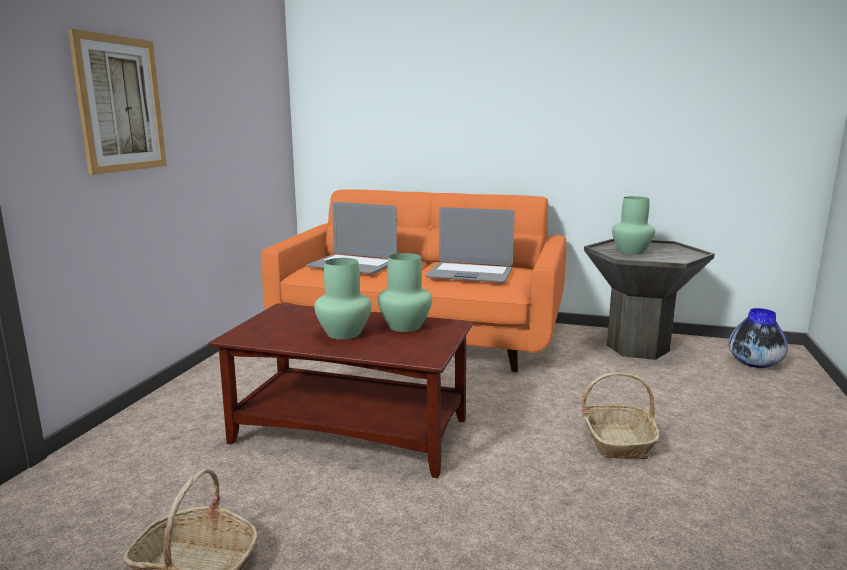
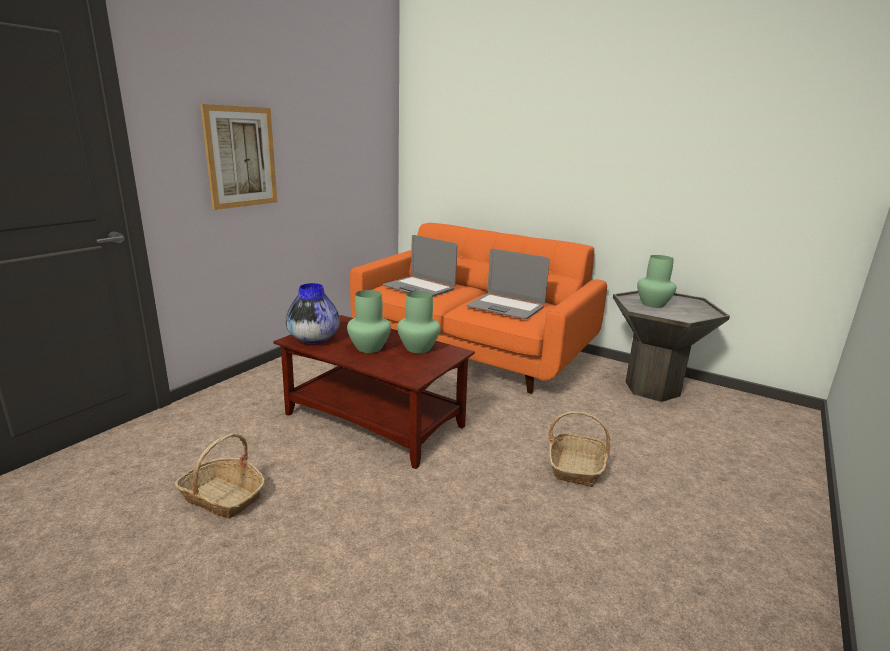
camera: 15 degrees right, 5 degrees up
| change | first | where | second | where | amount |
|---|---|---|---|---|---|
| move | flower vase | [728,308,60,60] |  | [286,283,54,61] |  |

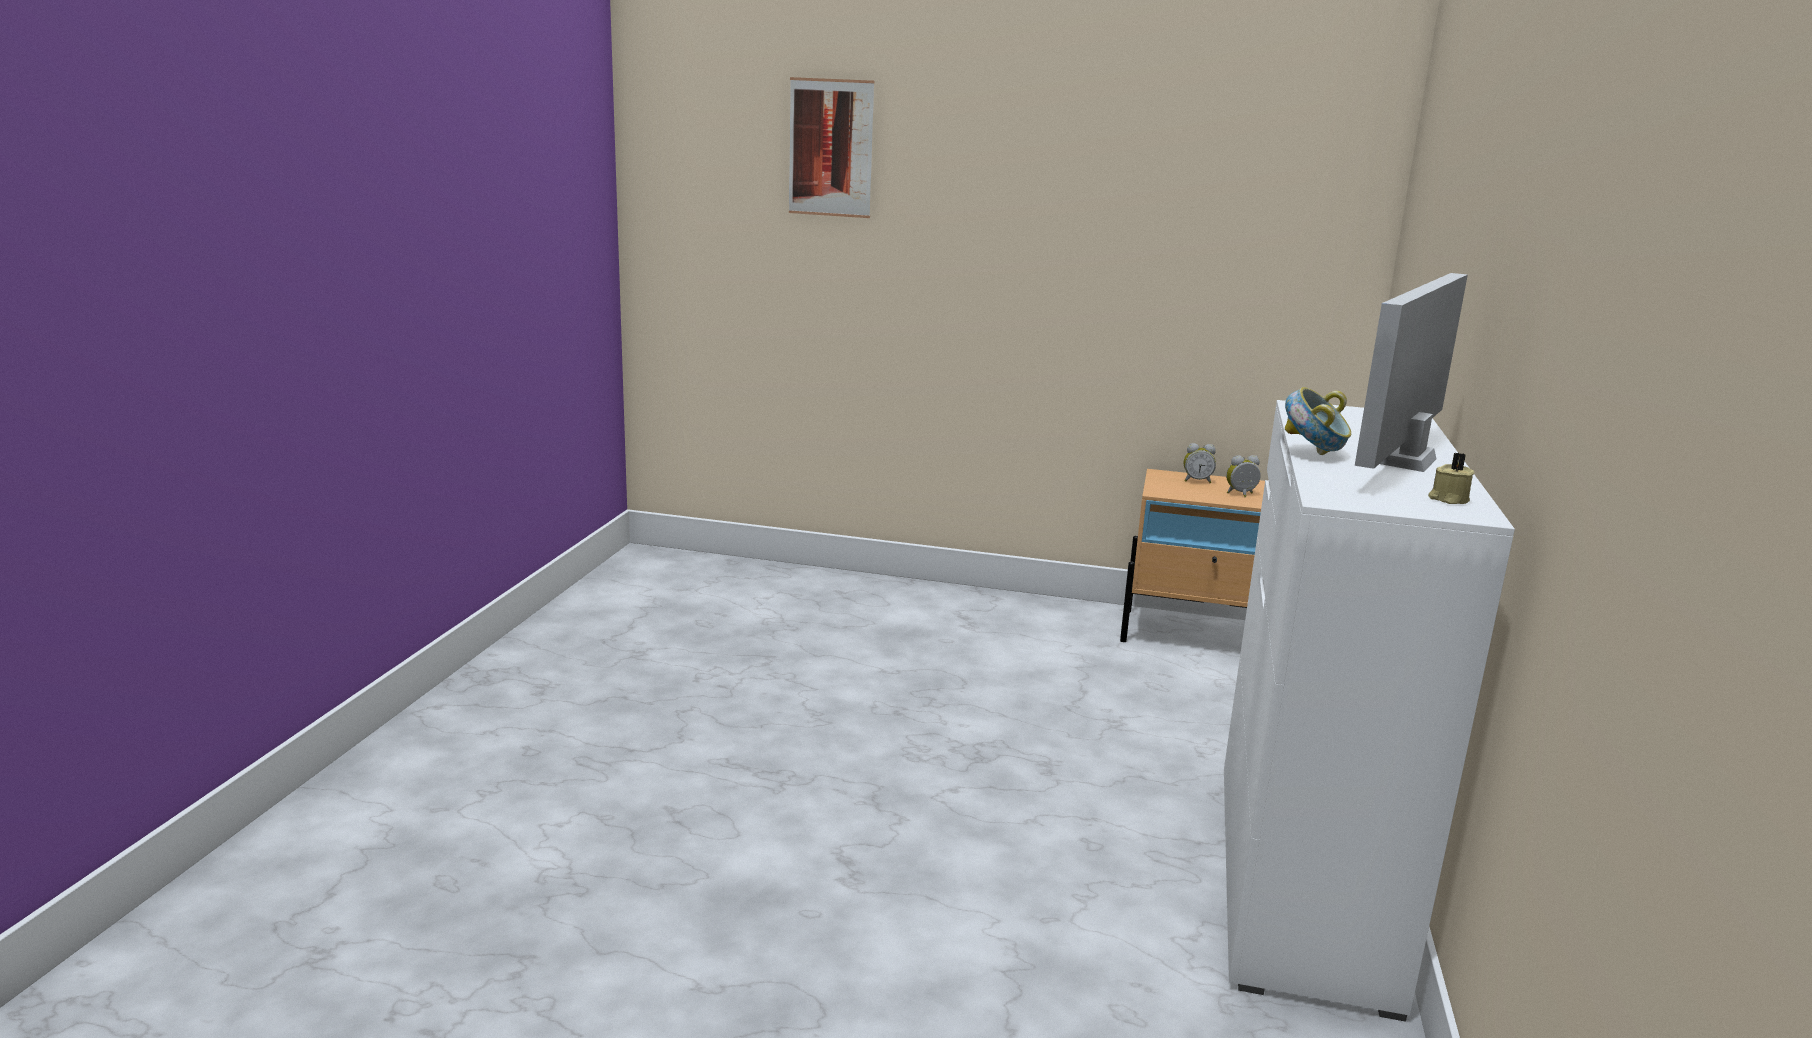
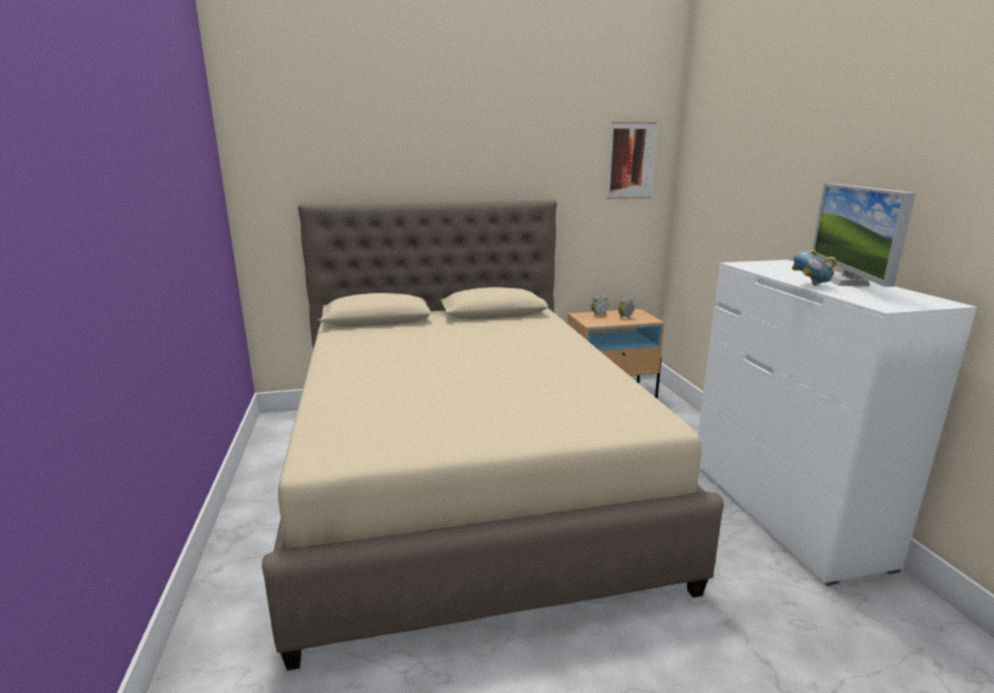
camera: 25 degrees left, 0 degrees up
| change | first | where | second | where | amount |
|---|---|---|---|---|---|
| move | picture | [789,77,85,141] |  | [607,122,50,77] |  |
| delete | wax candle in beige | [1428,453,47,51] |  |  |  |
| insert |  |  | bed in beige | [262,199,462,472] |  |

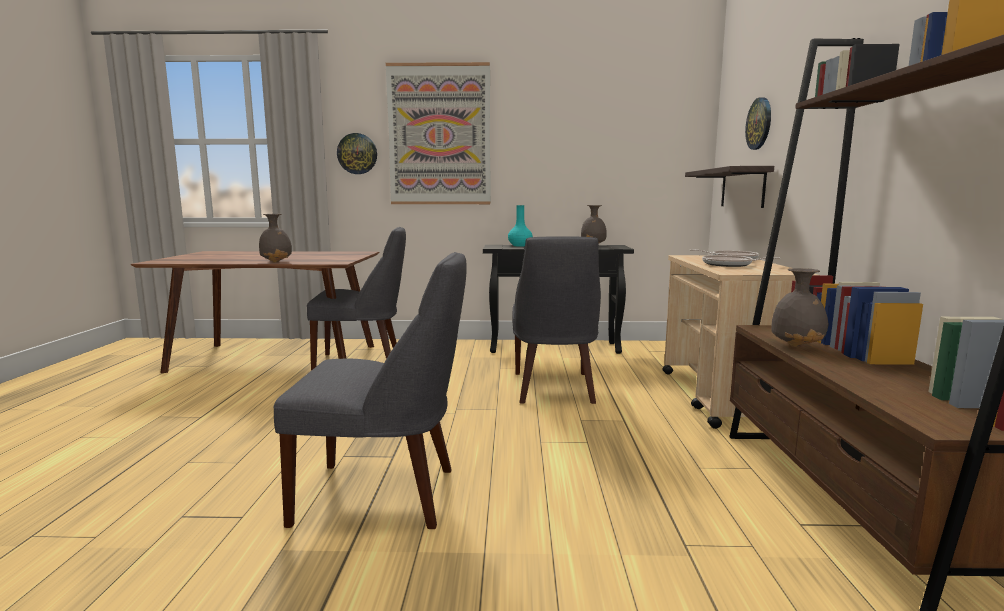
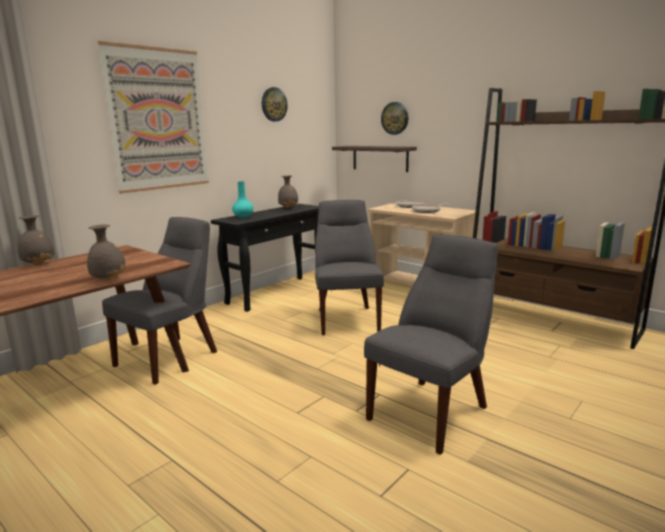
camera: 50 degrees left, 5 degrees up
| change | first | where | second | where | amount |
|---|---|---|---|---|---|
| move | hanging clock | [337,133,40,41] |  | [262,87,26,35] |  |
| rotate | upright chair in grey | [512,236,89,168] |  | [315,200,69,135] | 135 degrees counterclockwise |
| move | flower vase in grey | [771,268,58,79] |  | [18,215,36,50] |  |

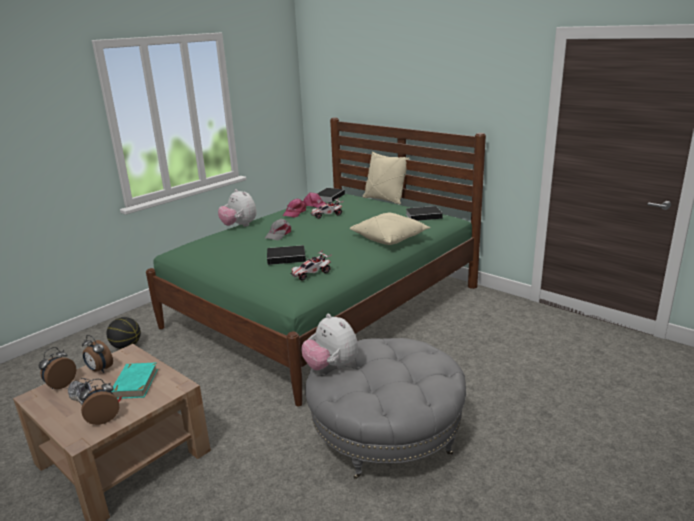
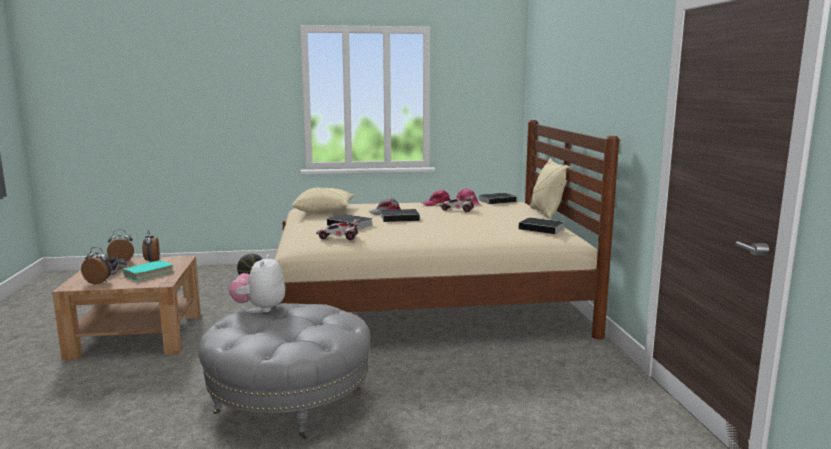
camera: 40 degrees right, 10 degrees down
| change | first | where | second | where | amount |
|---|---|---|---|---|---|
| recolor | bed in green-coloured | [146,117,340,289] | bed in beige | [274,120,345,219] |  |
| delete | cuddly toy | [218,189,39,38] |  |  |  |
| move | pillow in beige | [350,213,80,32] |  | [292,188,63,24] |  |
| insert |  |  | volume | [381,209,41,13] |  |

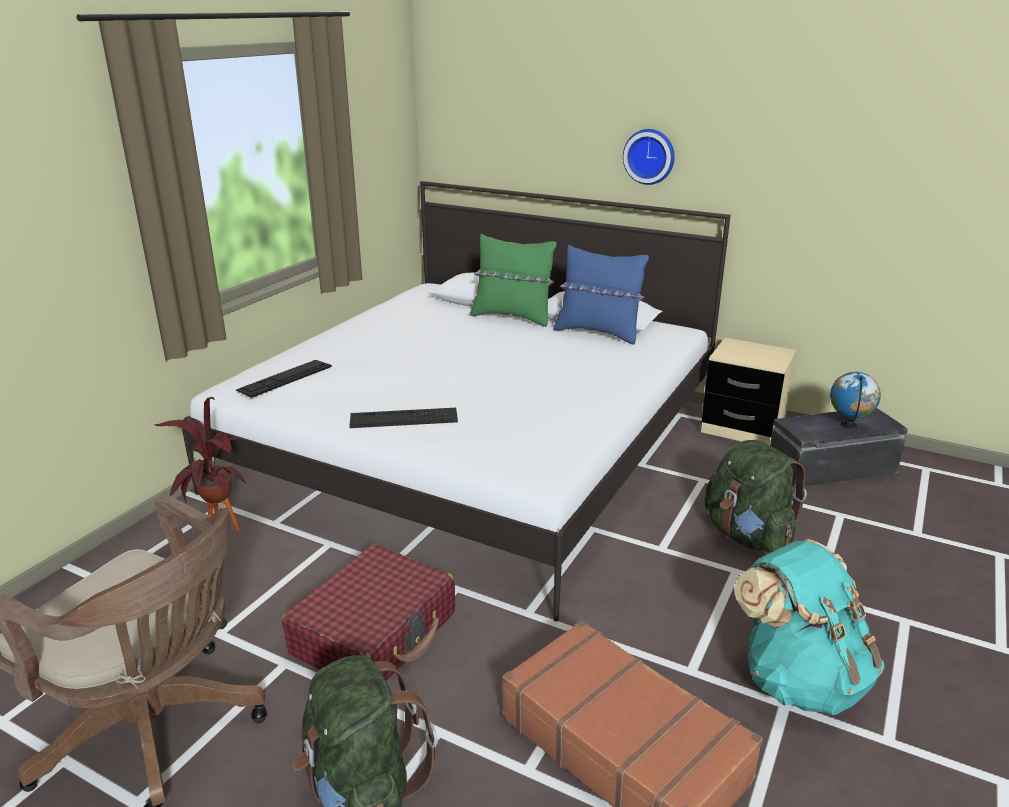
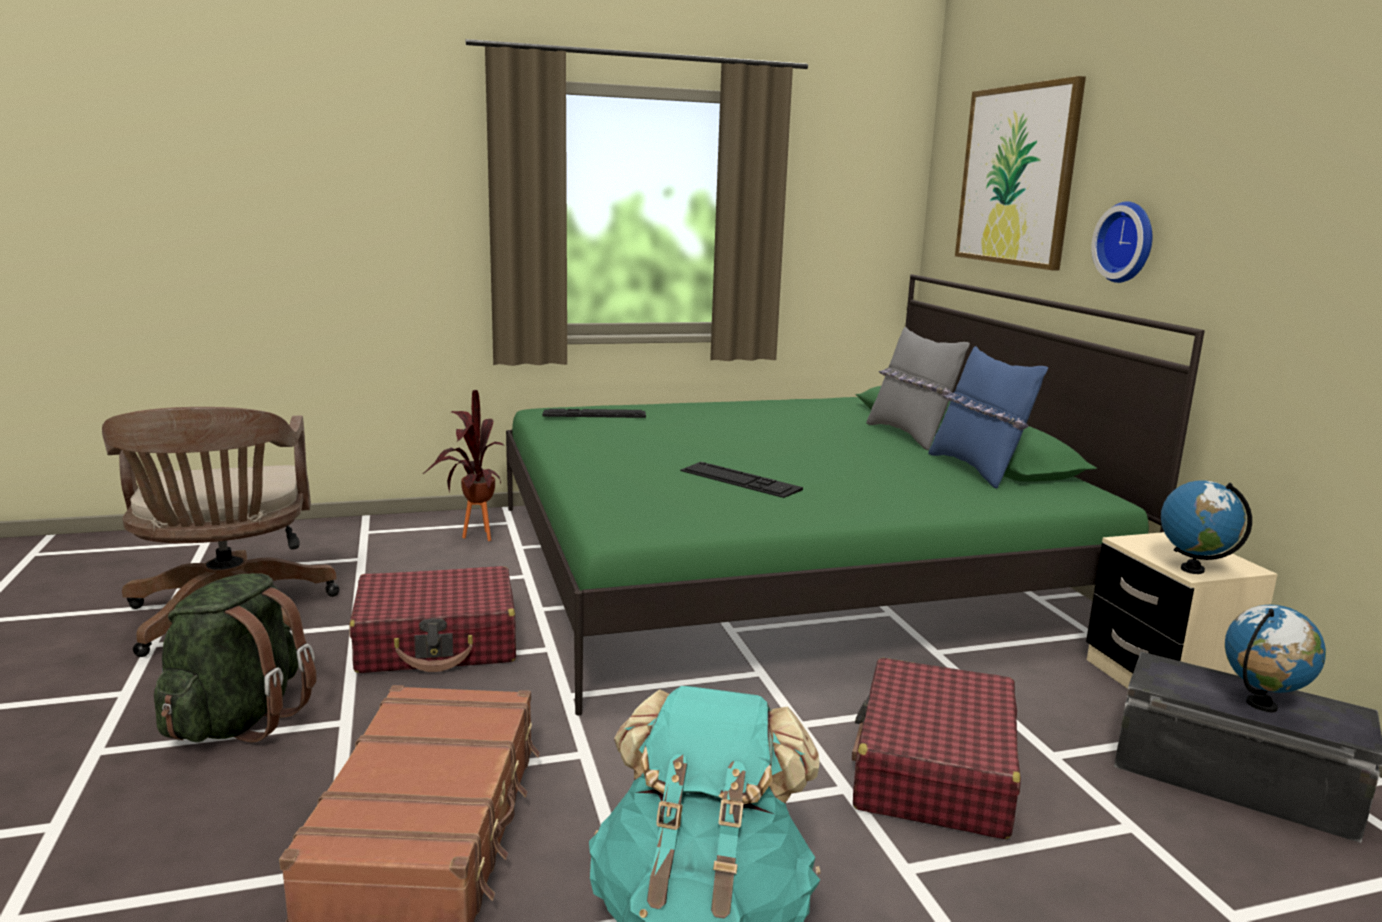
camera: 45 degrees right, 10 degrees down
| change | first | where | second | where | amount |
|---|---|---|---|---|---|
| recolor | bed in white | [182,181,549,441] | bed in green-coloured | [506,274,699,442] |  |
| recolor | pillow in green-coloured | [470,234,87,93] | pillow in grey | [866,327,104,123] |  |
| move | PC keyboard | [349,408,109,20] |  | [680,462,123,36] |  |
| replace | knapsack in green-coloured | [704,440,103,113] | travel case in reddish | [852,658,169,181] |  |
| insert |  |  | picture | [955,76,131,194] |  |
| insert |  |  | globe | [1161,480,91,94] |  |

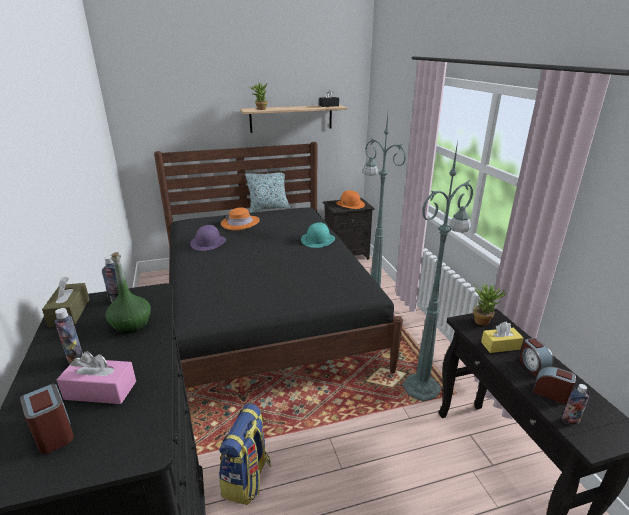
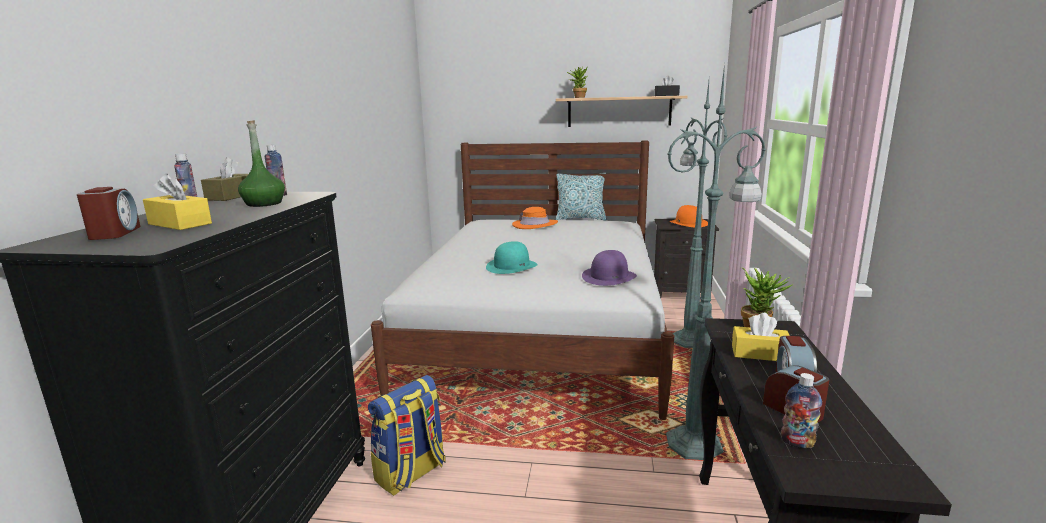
camera: 25 degrees right, 10 degrees down
| change | first | where | second | where | amount |
|---|---|---|---|---|---|
| recolor | bed in black-coloured | [154,142,249,246] | bed in white | [371,140,303,280] |  |
| move | wearable hat in turquoise-coloured | [301,222,34,26] |  | [486,241,52,33] |  |
| move | wearable hat in purplish | [190,225,36,26] |  | [582,250,55,36] |  |
| recolor | tissue holder in pinkish | [56,351,80,53] | tissue holder in yellowish | [143,174,69,56] |  |

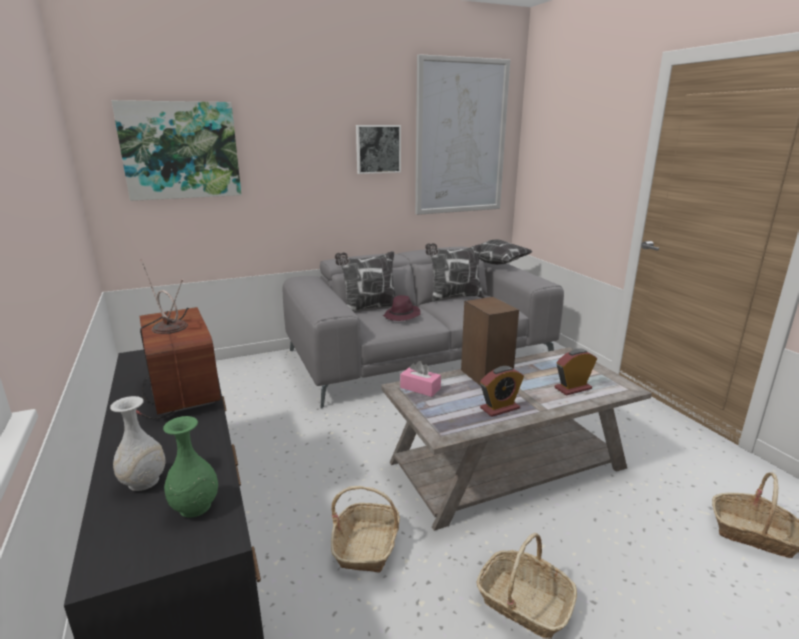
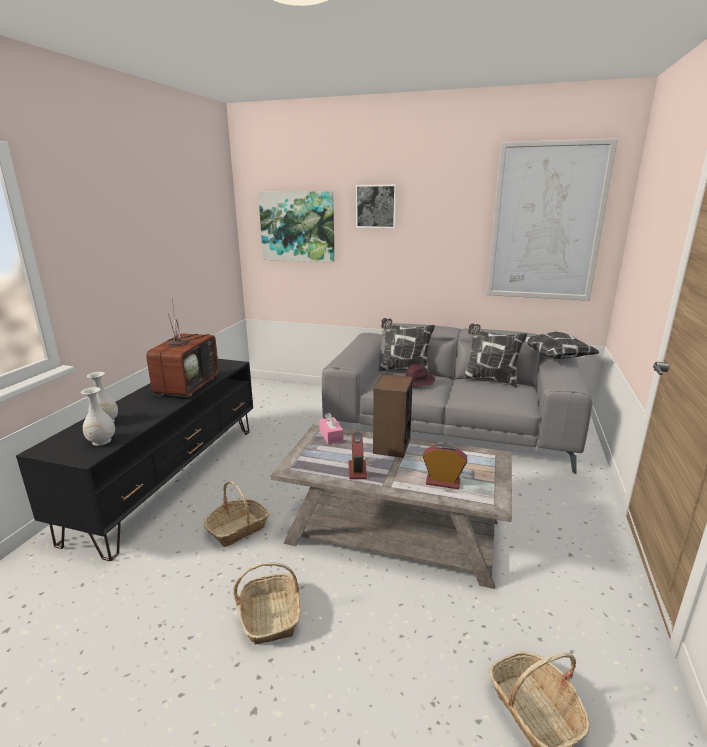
camera: 40 degrees right, 0 degrees up
| change | first | where | second | where | amount |
|---|---|---|---|---|---|
| move | picture | [356,125,45,49] |  | [356,185,41,43] |  |
| rotate | alarm clock | [480,366,44,51] |  | [348,432,19,47] | 75 degrees clockwise |
| recolor | flower vase in green-coloured | [163,416,55,102] | flower vase in white | [81,387,34,59] |  |

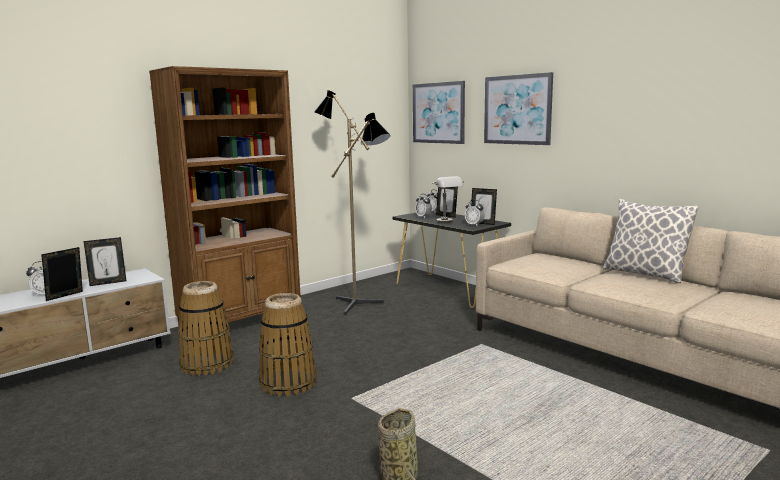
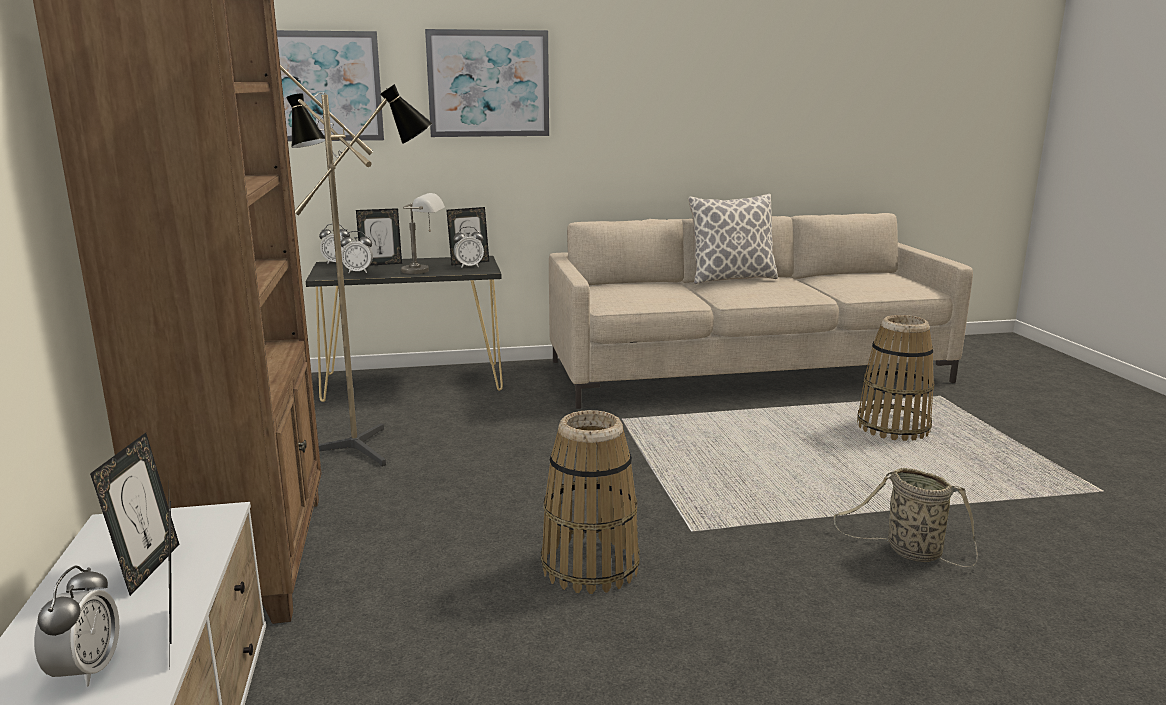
camera: 60 degrees left, 5 degrees up
| change | first | where | second | where | amount |
|---|---|---|---|---|---|
| move | basket | [178,281,56,95] |  | [857,315,77,126] |  |

